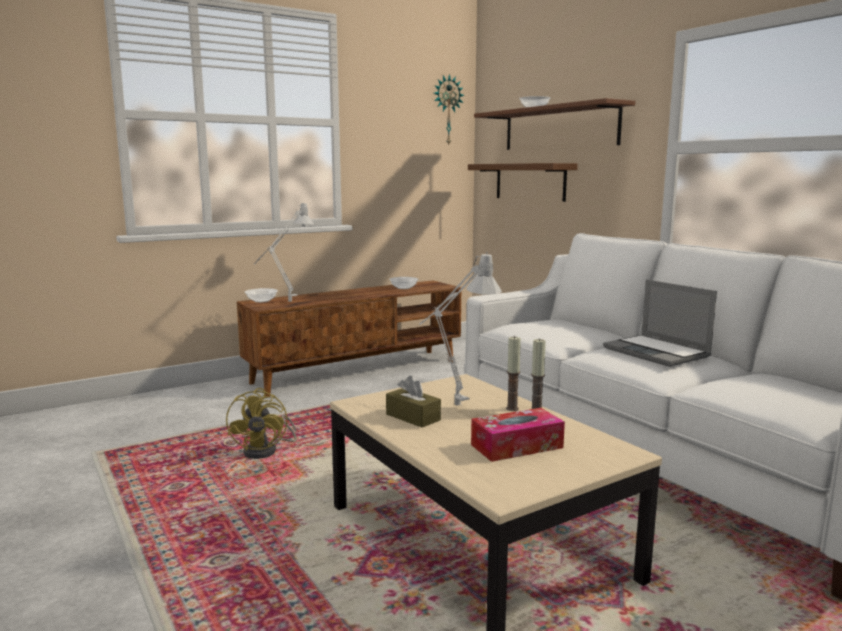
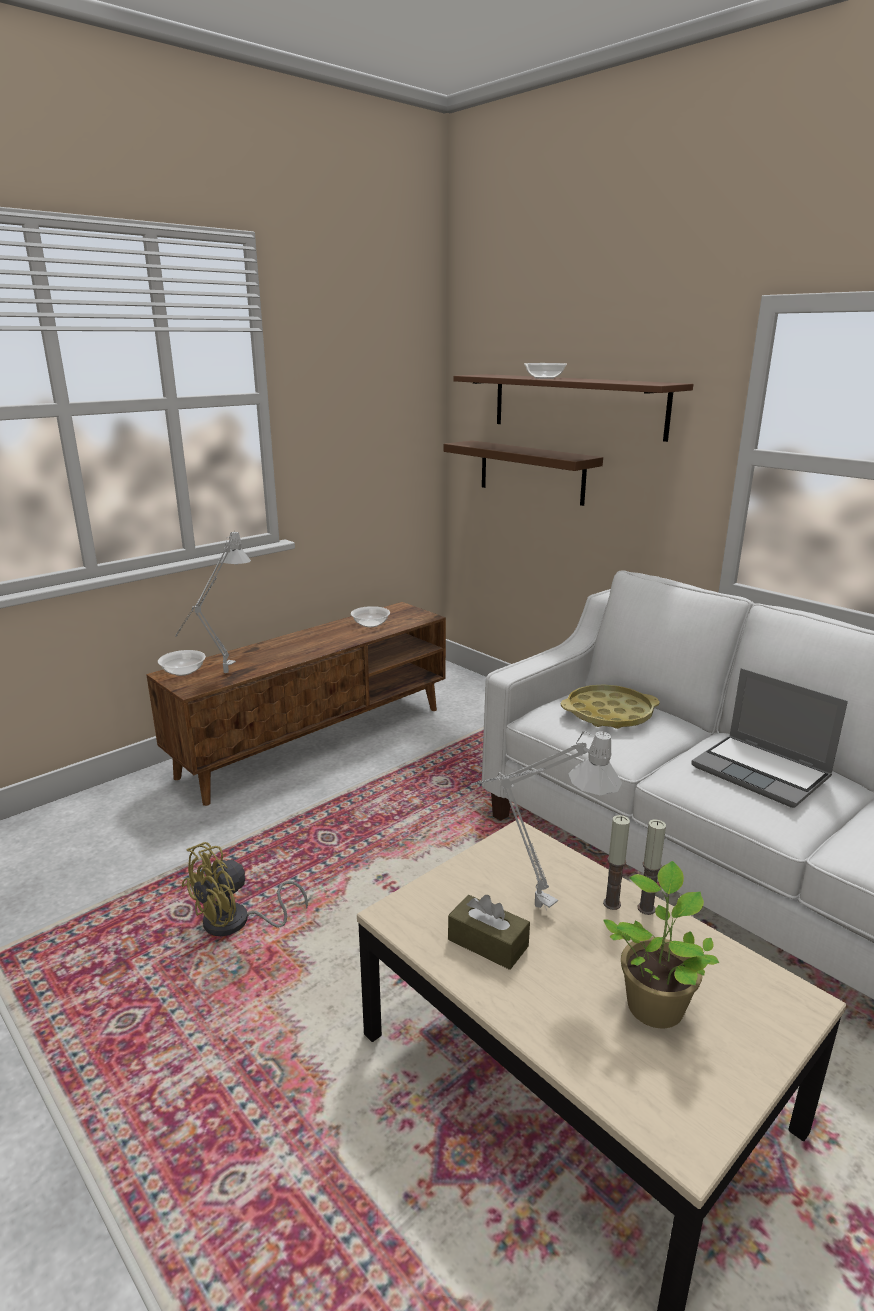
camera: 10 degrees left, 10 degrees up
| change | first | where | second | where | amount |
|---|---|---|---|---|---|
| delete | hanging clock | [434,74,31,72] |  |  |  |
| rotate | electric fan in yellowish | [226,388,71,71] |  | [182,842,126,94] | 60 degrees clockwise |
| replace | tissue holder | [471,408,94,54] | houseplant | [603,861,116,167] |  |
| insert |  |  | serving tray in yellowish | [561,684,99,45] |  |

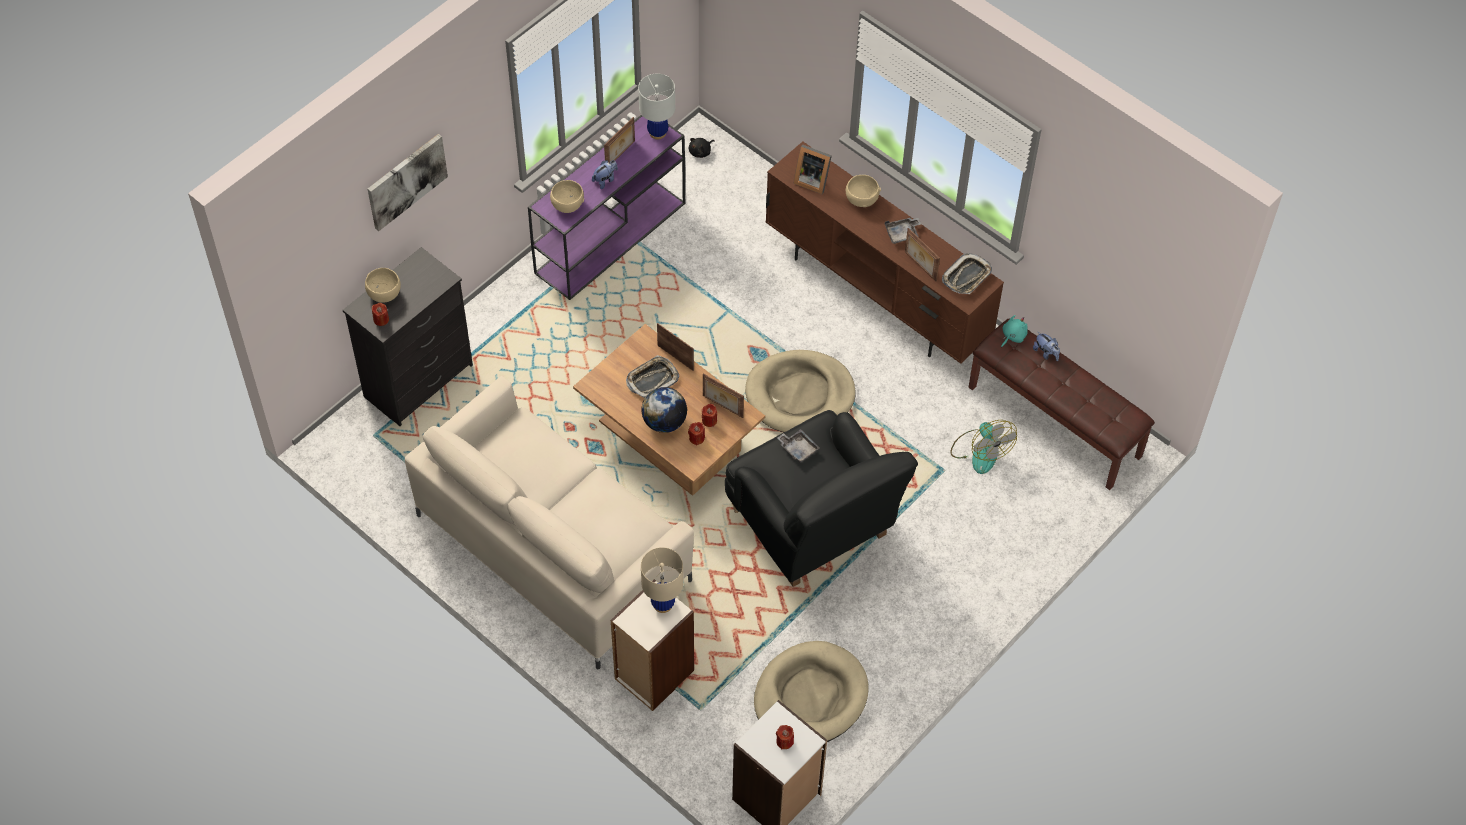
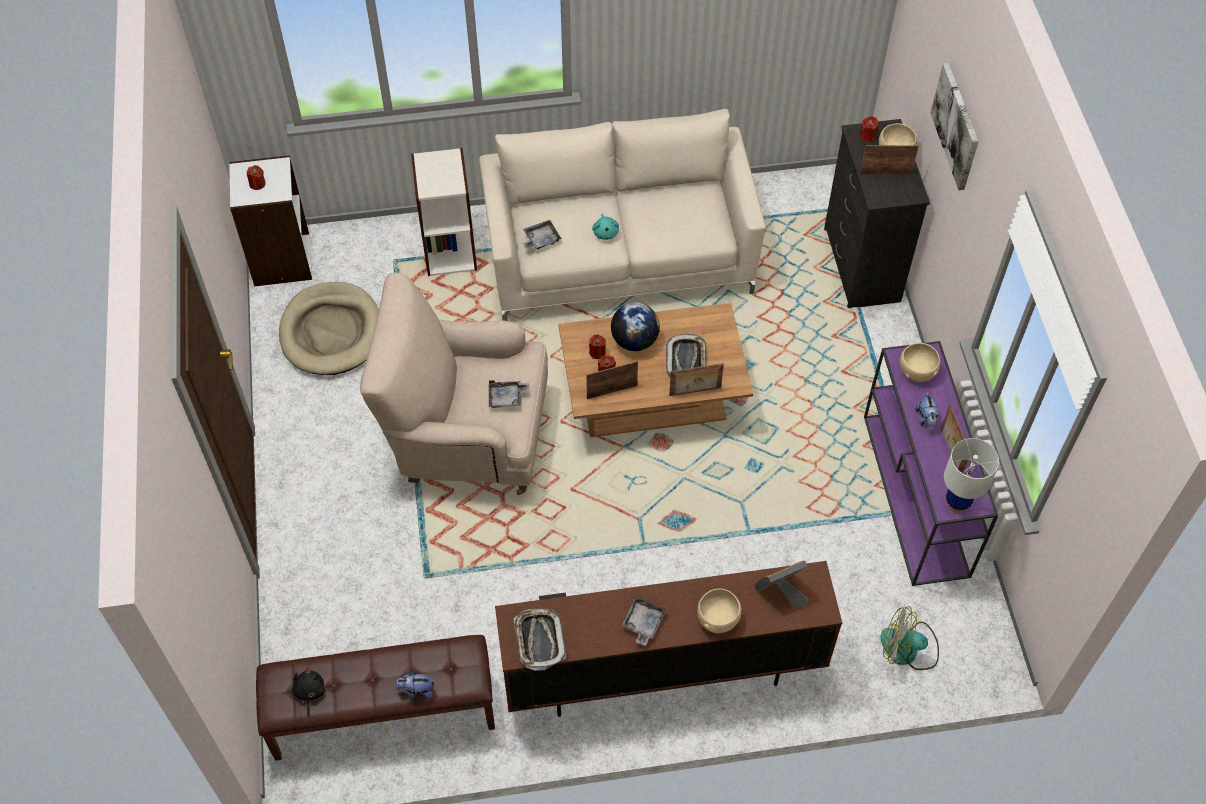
camera: 130 degrees right, 0 degrees up
| change | first | where | second | where | amount |
|---|---|---|---|---|---|
| move | cuddly toy in black-coloured | [689,138,26,20] |  | [292,667,33,49] |  |
| move | photo frame | [905,228,35,53] |  | [860,145,59,30] |  |
| move | cuddly toy in turquoise-coloured | [1001,315,27,33] |  | [592,214,27,26] |  |
| delete | dog cushion in beige | [745,350,111,82] |  |  |  |
| recolor | armchair in black-coloured | [725,410,193,177] | armchair in beige | [360,273,188,222] |  |
| move | electric fan | [950,420,67,54] |  | [881,606,58,64] |  |
| delete | tabletop lamp in beige | [641,547,42,66] |  |  |  |
| insert |  |  | serving tray in grey | [523,220,38,30] |  |

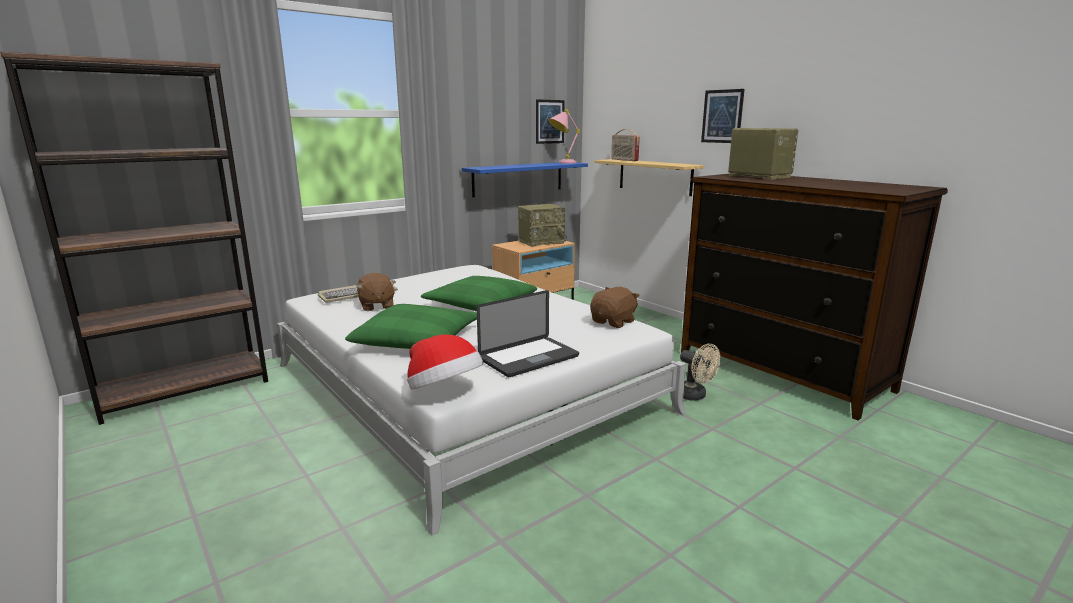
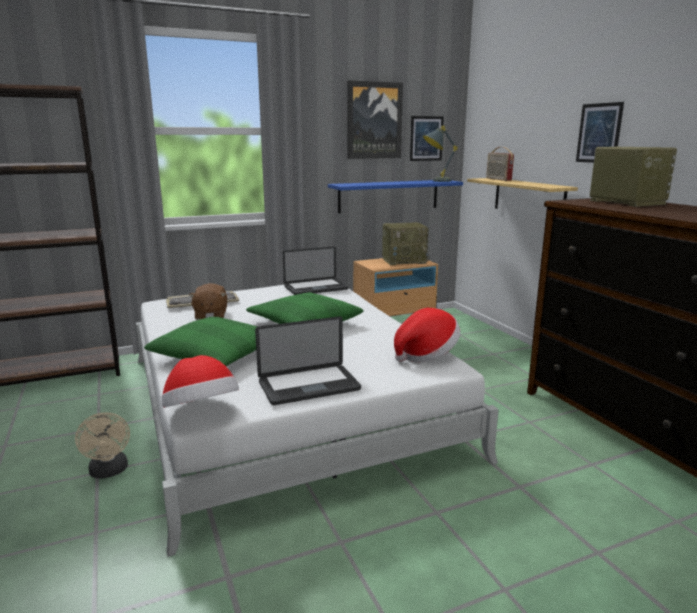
camera: 15 degrees right, 0 degrees up
| change | first | where | second | where | amount |
|---|---|---|---|---|---|
| recolor | tabletop lamp in pinkish | [548,109,32,55] | tabletop lamp in grey | [423,126,35,56] |  |
| replace | cuddly toy in brownish | [590,287,50,41] | wearable hat | [394,308,66,54] |  |
| move | electric fan in beige | [680,344,41,57] |  | [75,412,55,67] |  |
| insert |  |  | picture | [347,80,56,79] |  |
| insert |  |  | laptop | [283,246,65,49] |  |

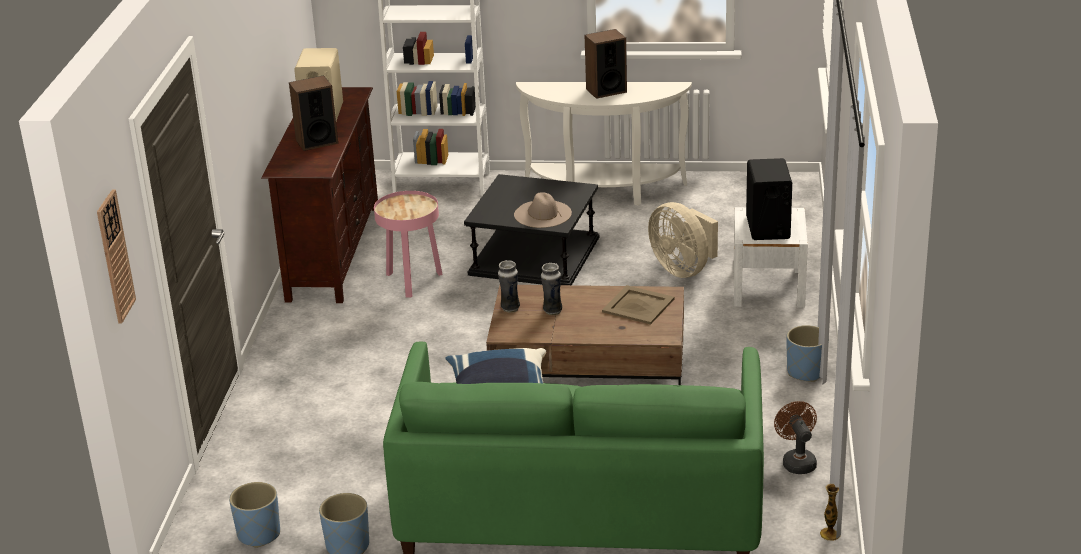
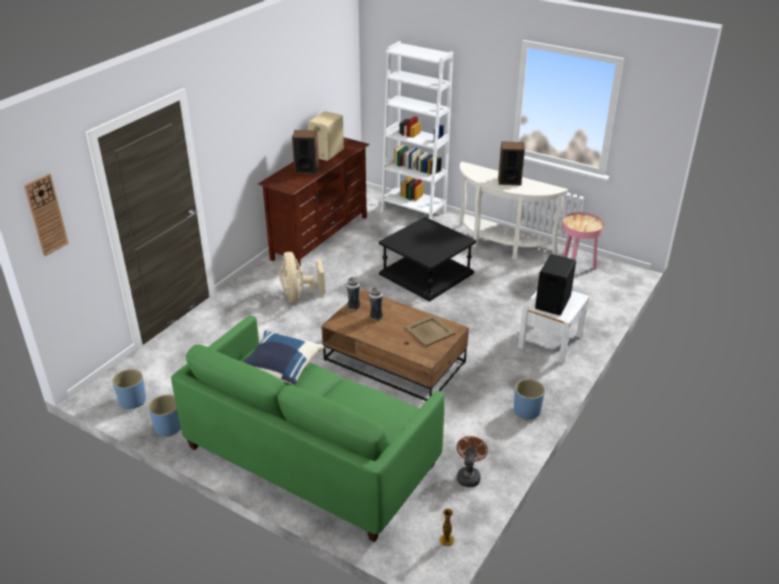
camera: 25 degrees right, 5 degrees up
| change | first | where | second | where | amount |
|---|---|---|---|---|---|
| move | end table in pinkish | [374,191,69,106] |  | [562,212,42,57] |  |
| delete | wearable hat in beige | [514,192,58,36] |  |  |  |
| move | electric fan in beige | [648,202,70,76] |  | [280,252,45,51] |  |

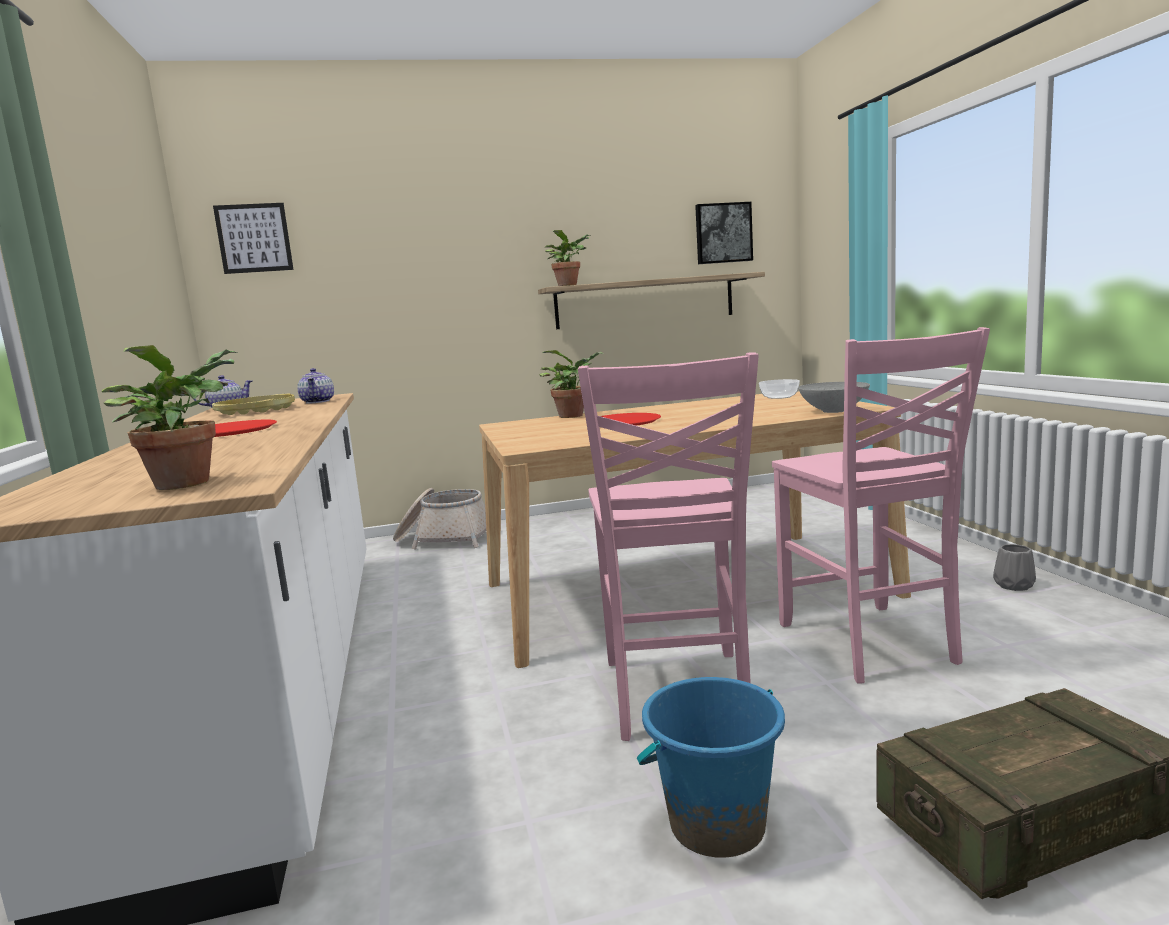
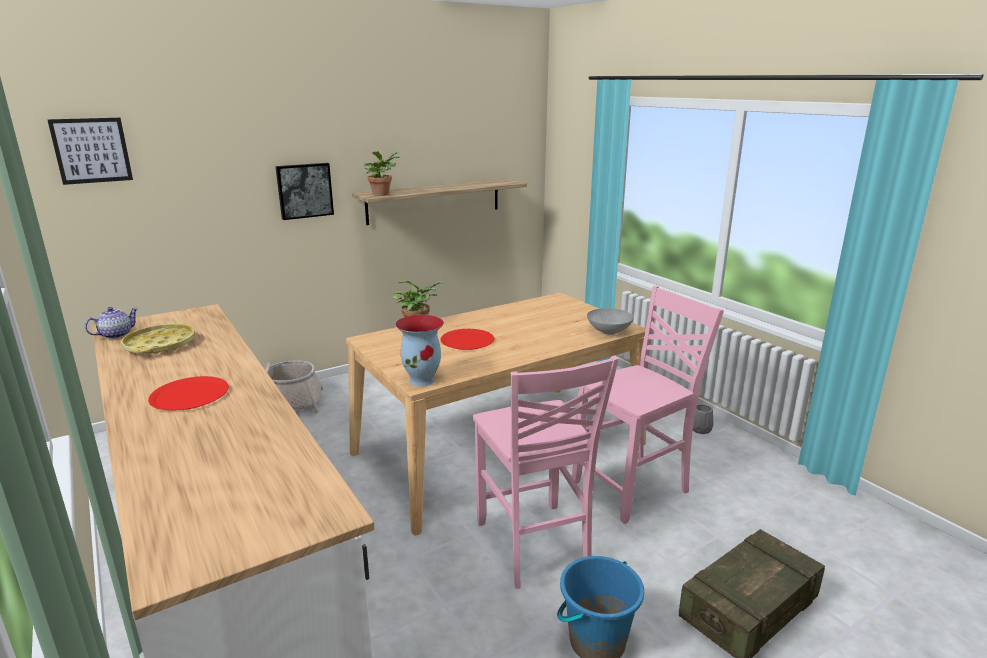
camera: 20 degrees left, 10 degrees up
| change | first | where | second | where | amount |
|---|---|---|---|---|---|
| move | picture | [695,202,58,62] |  | [275,163,59,57] |  |
| rotate | upright chair in pinkish | [772,327,218,356] |  | [572,286,152,238] | 90 degrees counterclockwise |
| delete | houseplant | [101,345,136,145] |  |  |  |
| delete | tea pot | [297,368,37,36] |  |  |  |
| delete | bowl | [759,379,41,20] |  |  |  |
| insert |  |  | flower vase | [395,315,49,72] |  |

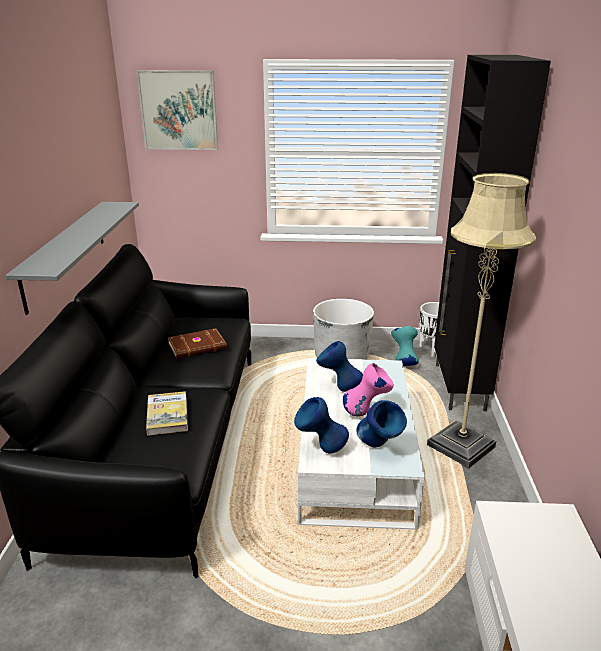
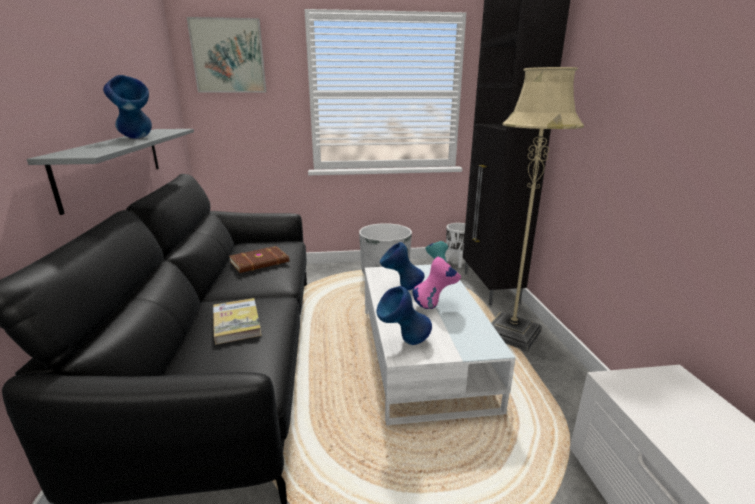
camera: 10 degrees left, 5 degrees down
| change | first | where | second | where | amount |
|---|---|---|---|---|---|
| move | flower vase in blue | [357,400,50,48] |  | [103,75,49,64] |  |

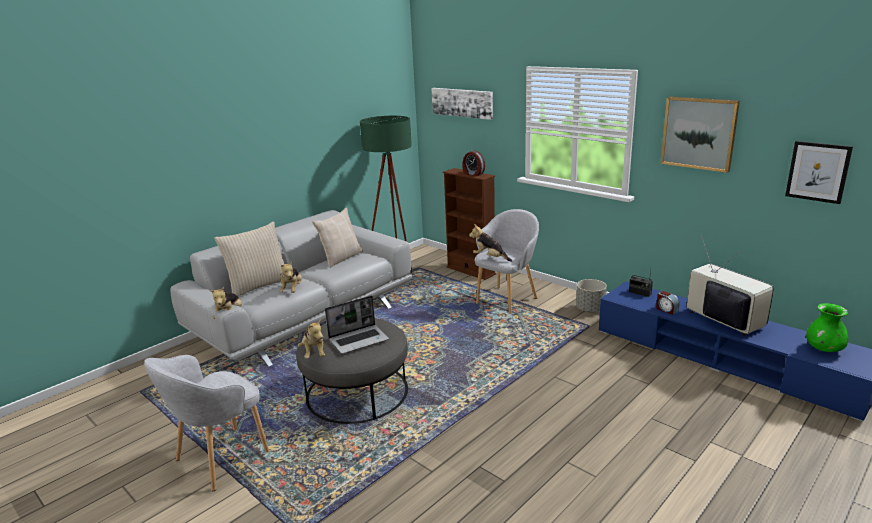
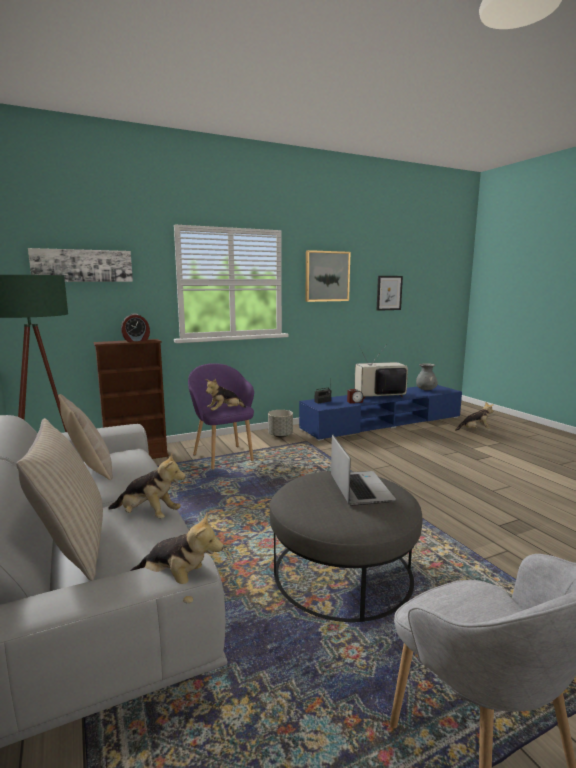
camera: 70 degrees left, 10 degrees down
| change | first | where | second | where | amount |
|---|---|---|---|---|---|
| recolor | armchair in grey | [475,209,64,105] | armchair in purplish | [188,363,66,106] |  |
| recolor | flower vase in green-coloured | [806,303,42,49] | flower vase in grey | [416,363,22,27] |  |
| move | cuddly toy | [298,318,27,41] |  | [455,402,39,29] |  |

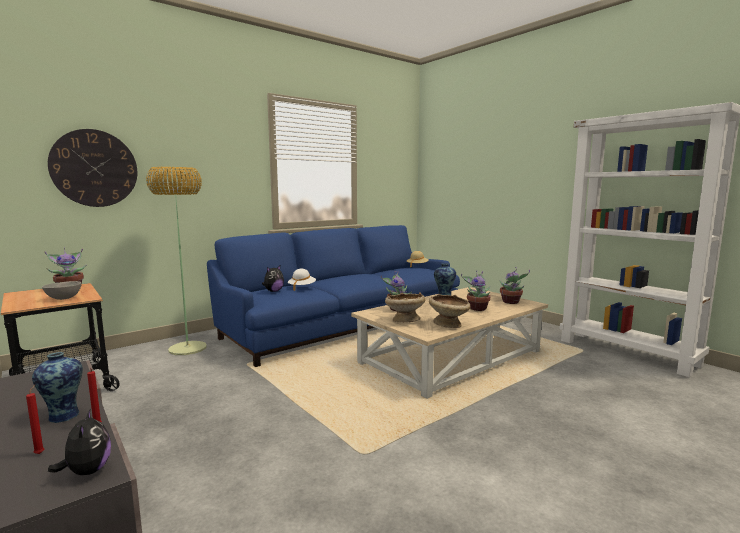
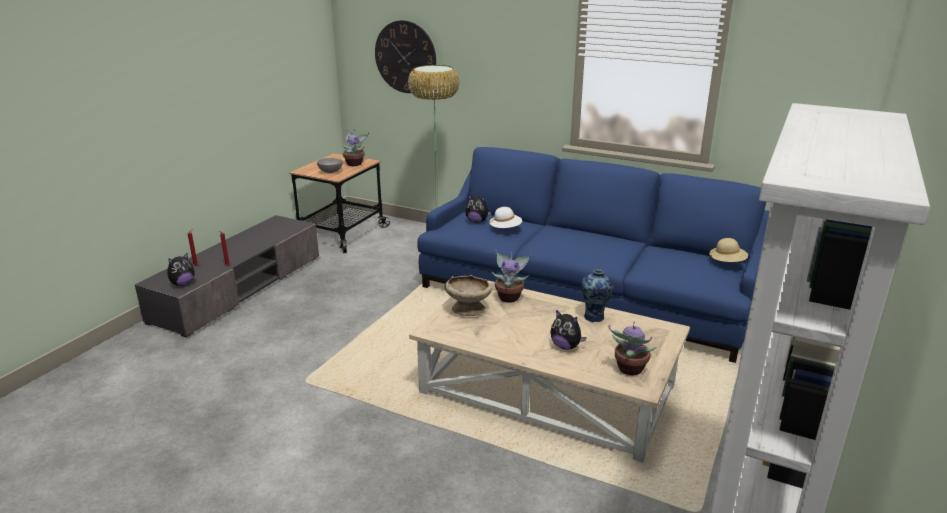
camera: 65 degrees right, 15 degrees up
| change | first | where | second | where | amount |
|---|---|---|---|---|---|
| replace | houseplant | [461,271,29,40] | cuddly toy | [550,310,37,40] |  |
| delete | bowl in beige | [429,294,41,34] |  |  |  |
| delete | flower vase | [32,352,51,71] |  |  |  |

